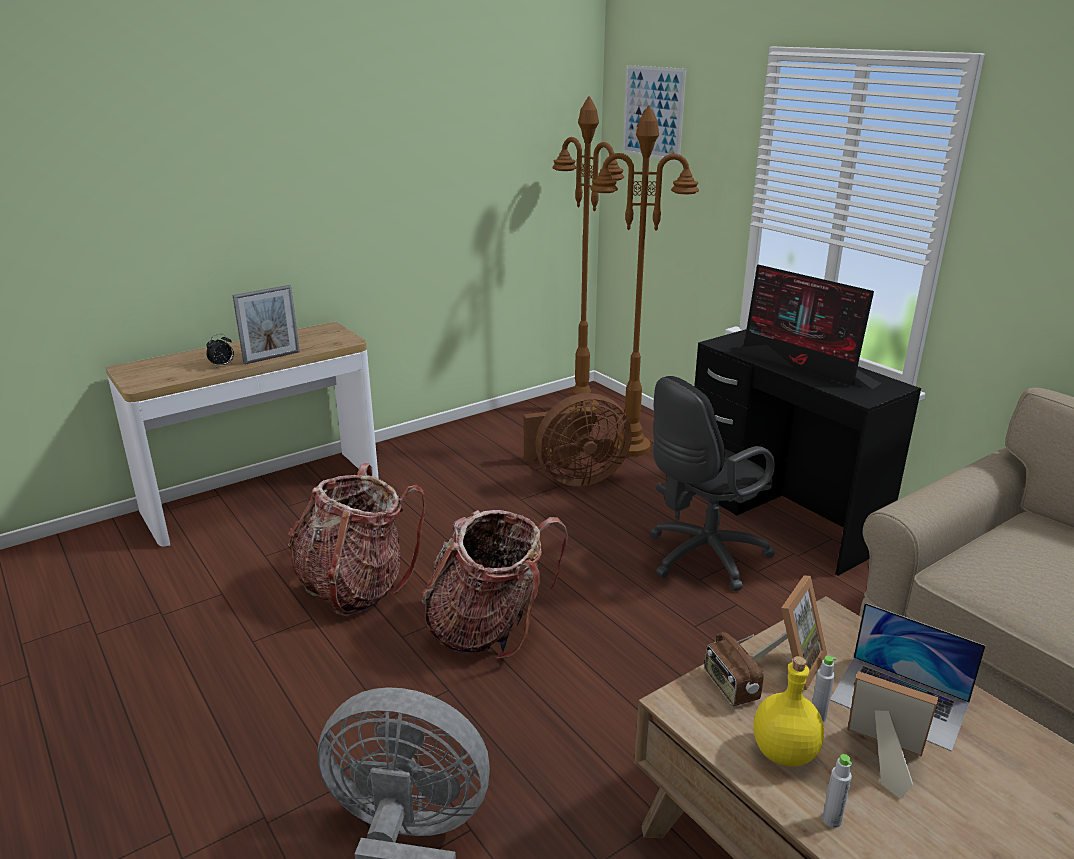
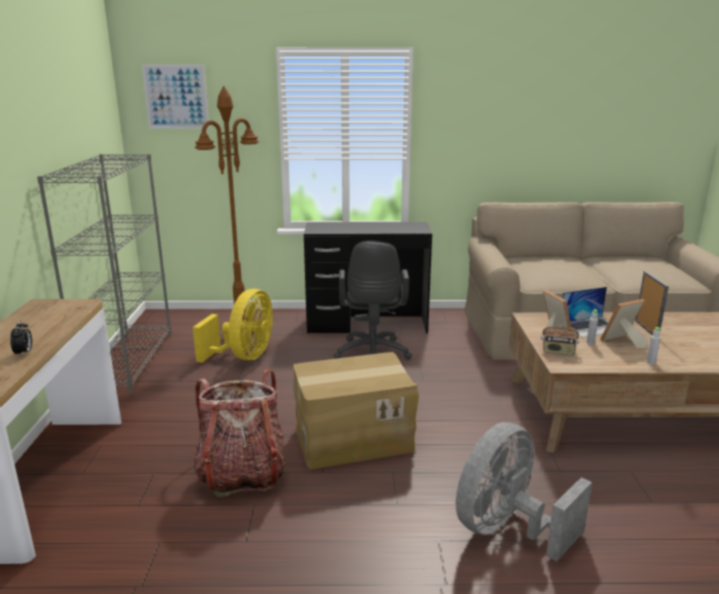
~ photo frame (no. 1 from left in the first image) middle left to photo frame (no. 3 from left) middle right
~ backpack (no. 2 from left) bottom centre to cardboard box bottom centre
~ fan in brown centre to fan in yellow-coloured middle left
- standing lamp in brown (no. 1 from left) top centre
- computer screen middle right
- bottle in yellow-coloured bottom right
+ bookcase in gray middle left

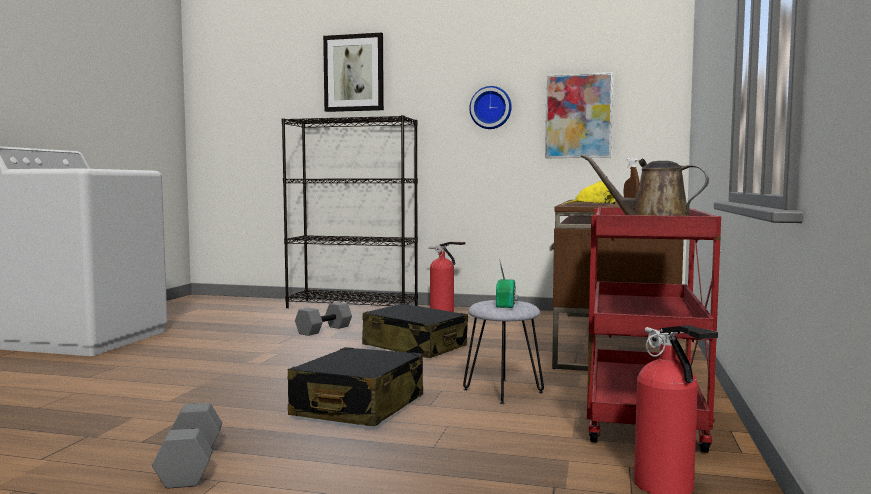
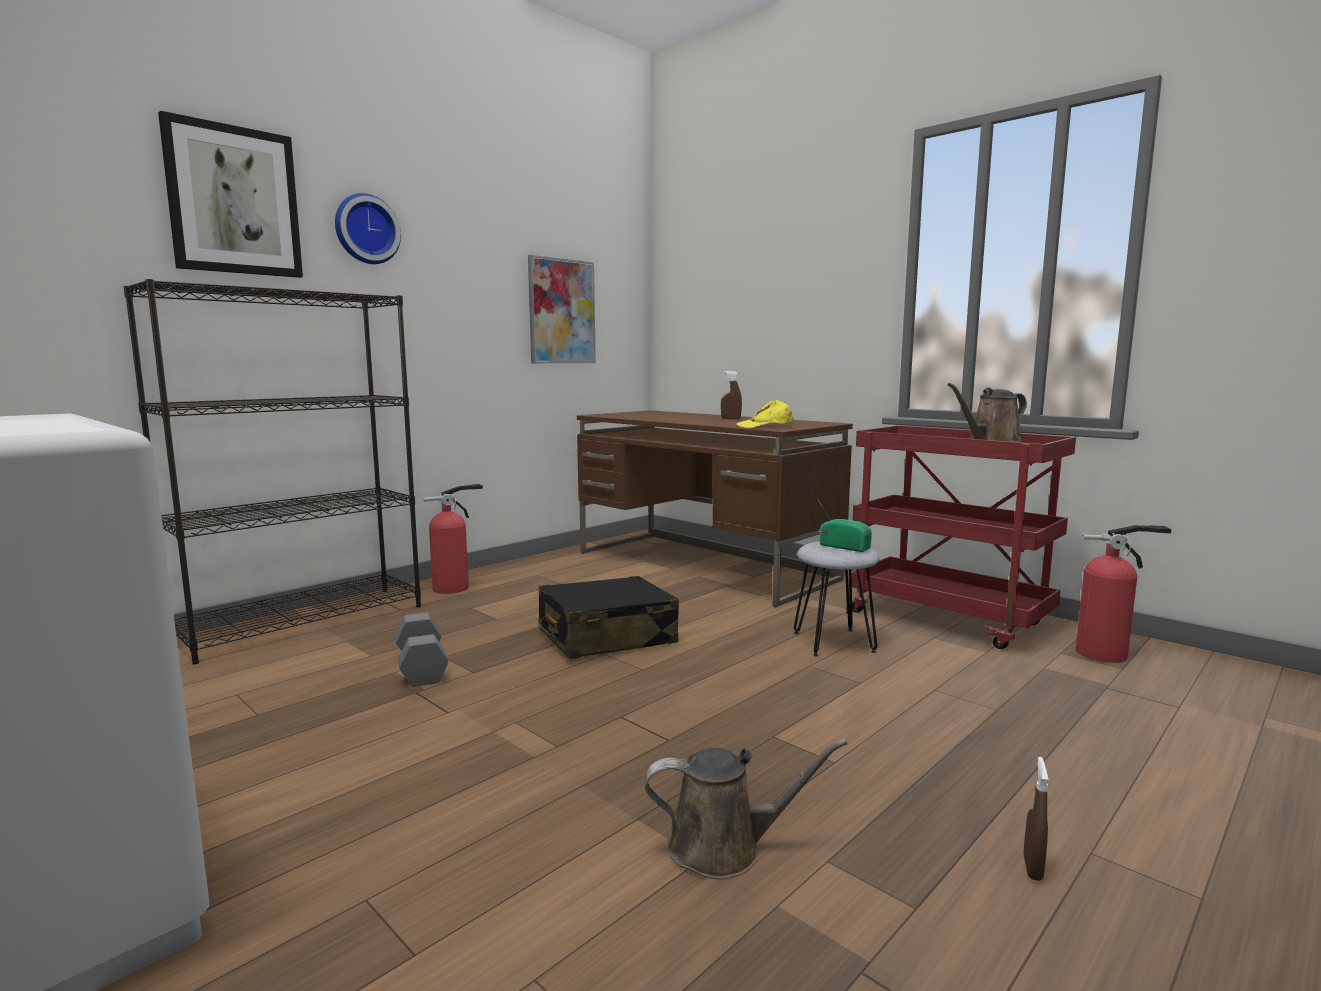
~ hand weight in gray (no. 1 from left) bottom left to sprayer in brown (no. 2 from left) bottom right
- piece of luggage in black (no. 1 from left) bottom centre
~ wall clock top centre to top left
+ watering pot in brown (no. 1 from left) bottom centre

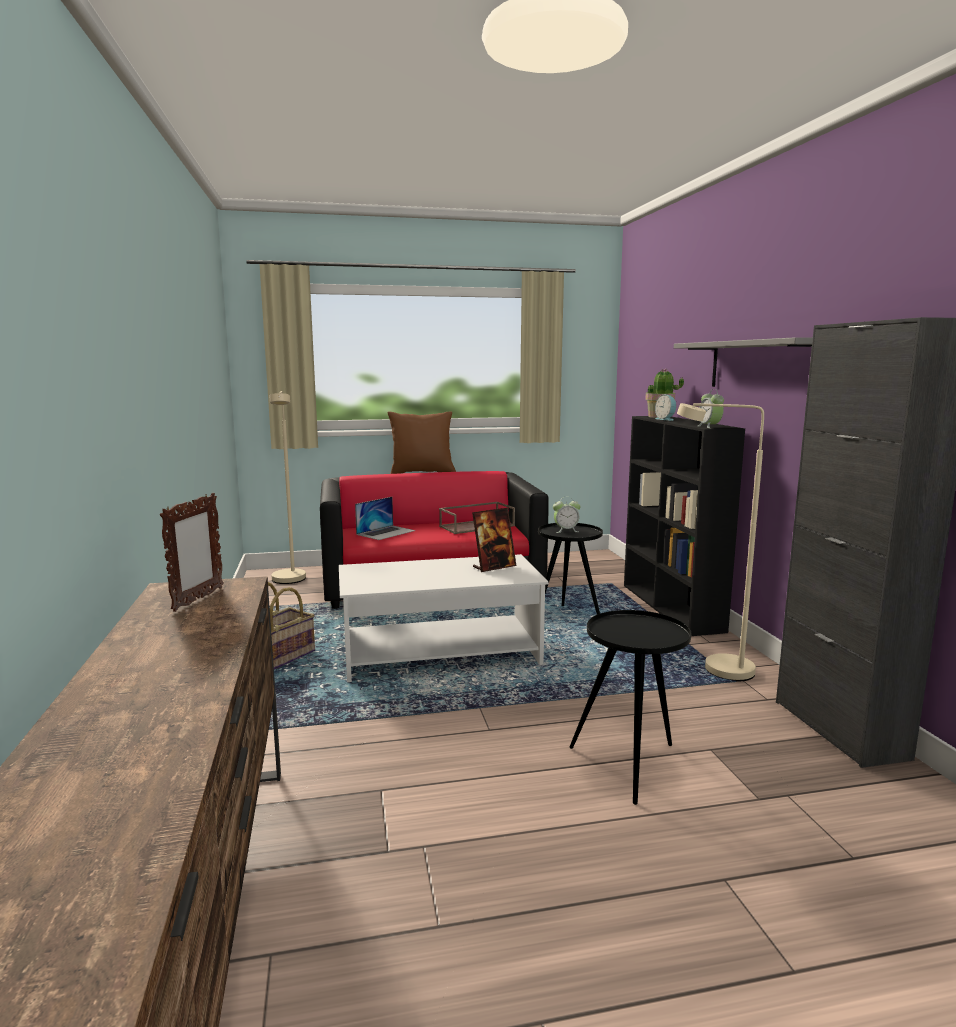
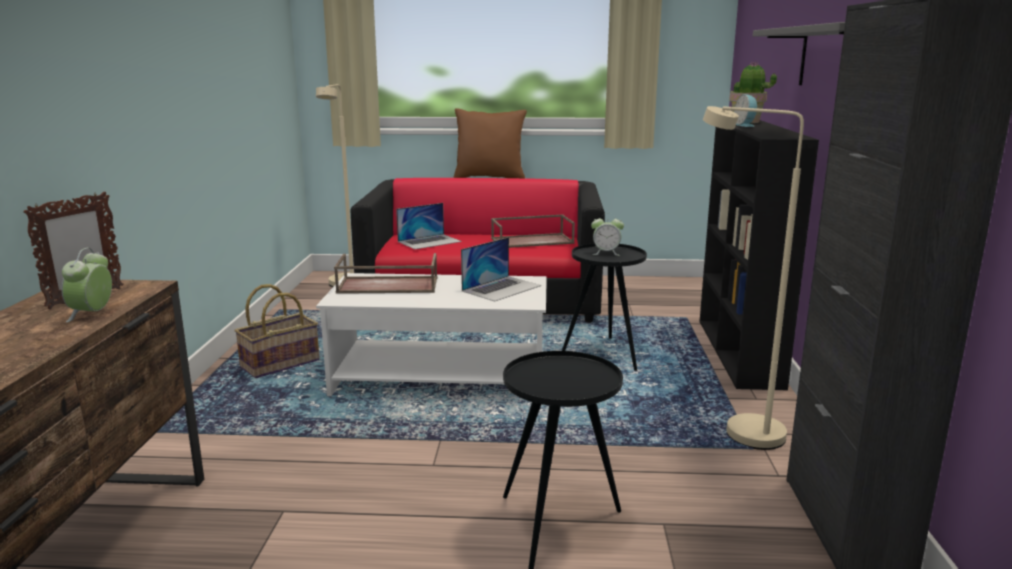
~ photo frame (no. 2 from left) centre to laptop (no. 2 from left) centre
~ table clock (no. 3 from left in the first image) middle right to table clock (no. 1 from left) middle left
+ tray in brown (no. 1 from left) centre

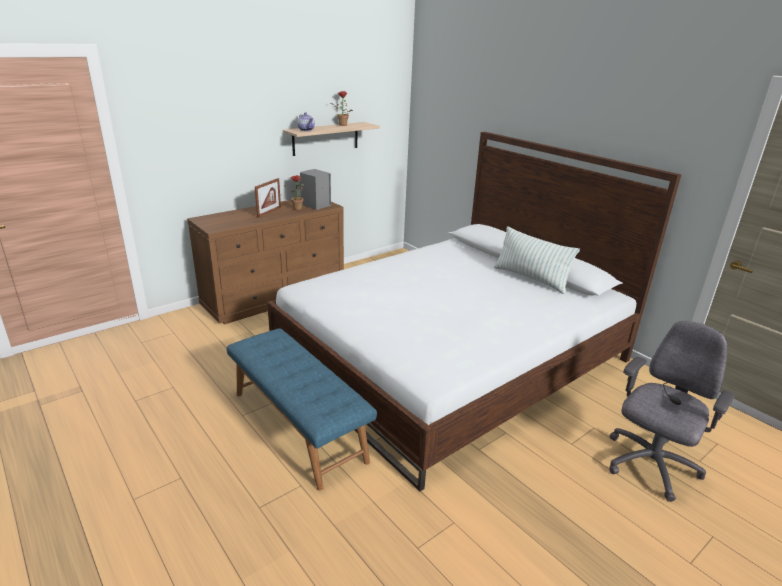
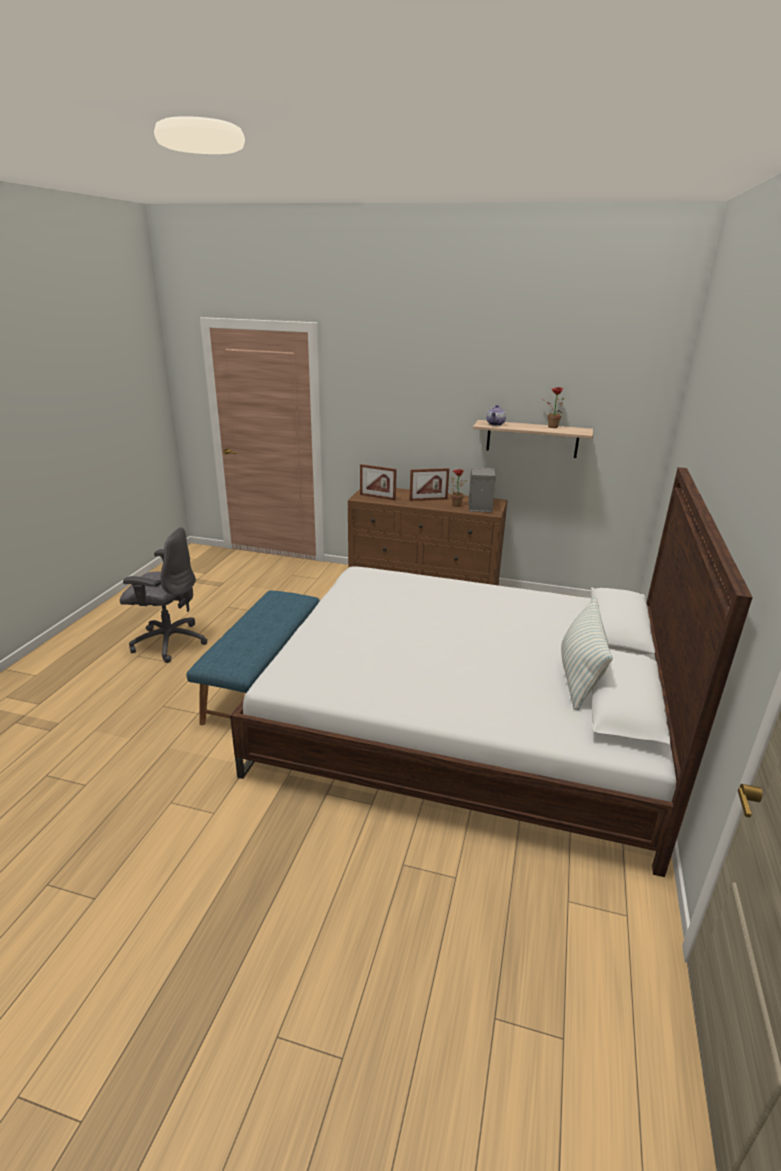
~ desk chair in gray bottom right to middle left
+ photo frame (no. 1 from left) centre

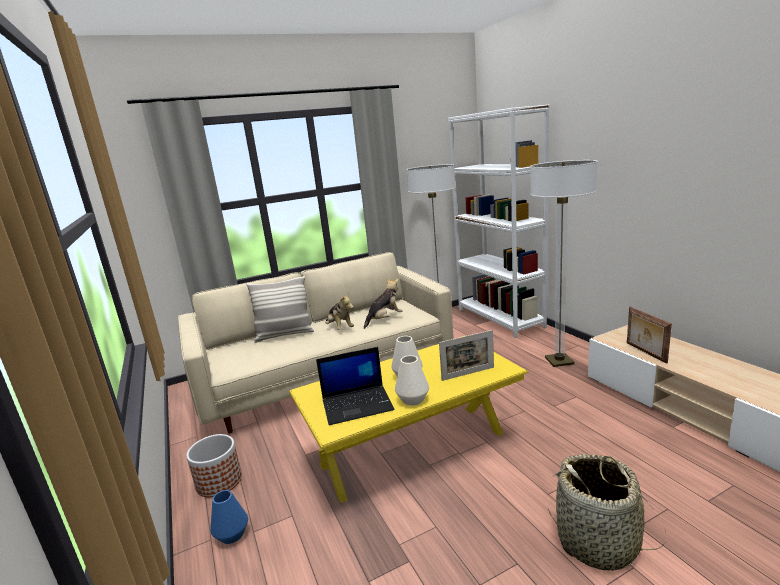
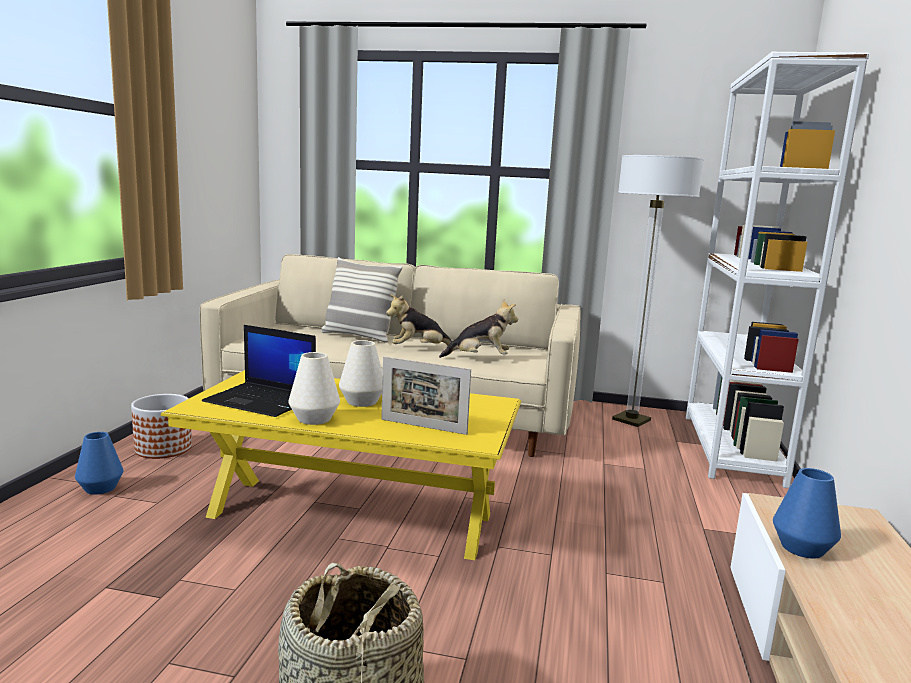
~ plush toy (no. 1 from left) centre = centre 75 degrees clockwise
- standing lamp (no. 2 from left) middle right
~ photo frame (no. 2 from left) middle right to flower vase in blue (no. 2 from left) bottom right

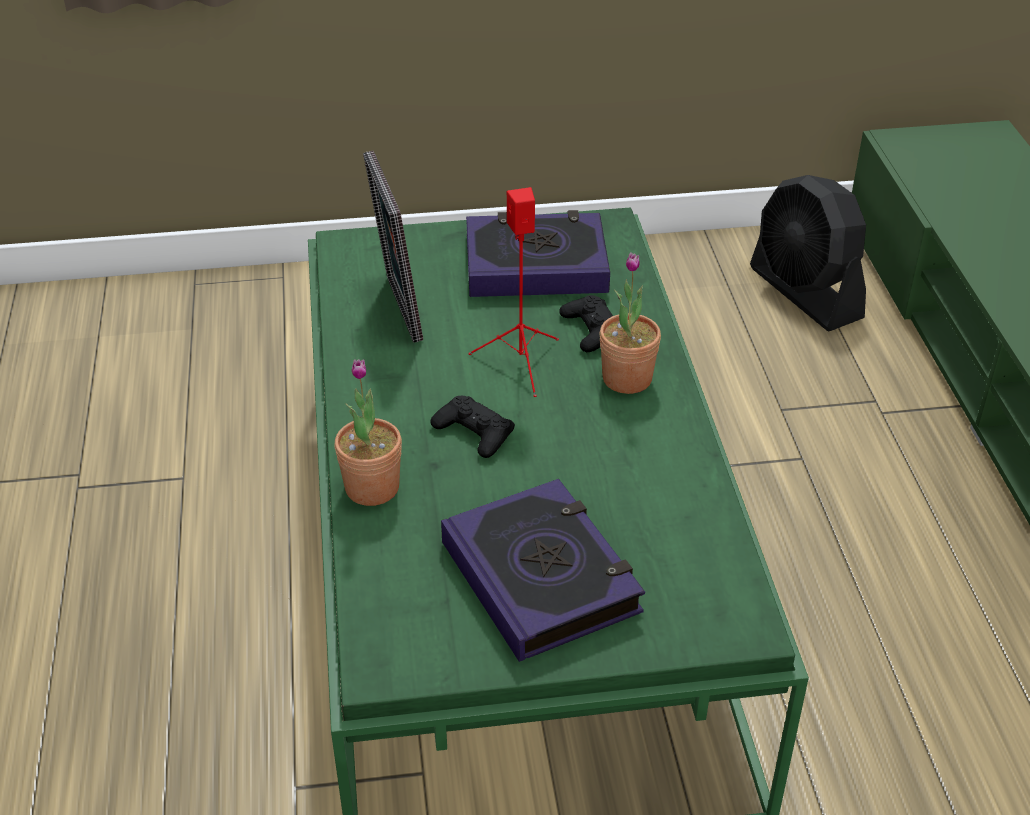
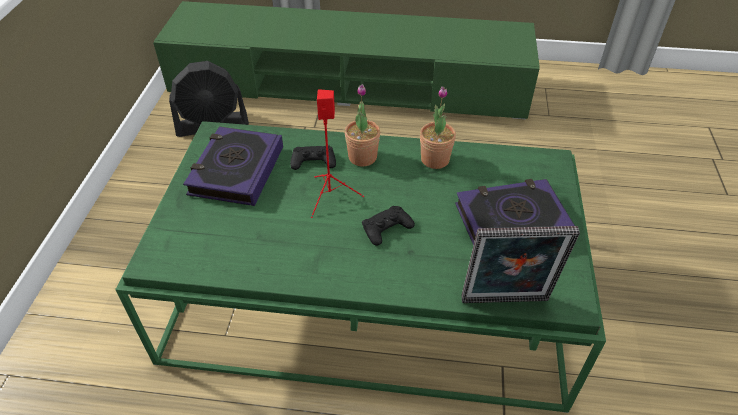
~ plant in a pot (no. 1 from left in the first image) centre to plant in a pot (no. 2 from left) top centre
~ photo frame top centre to middle right

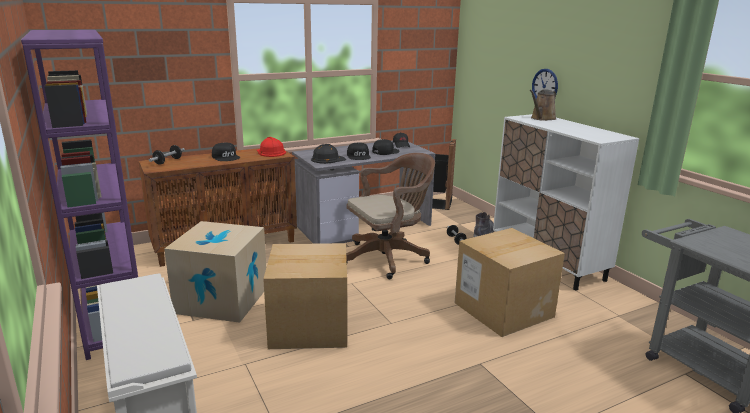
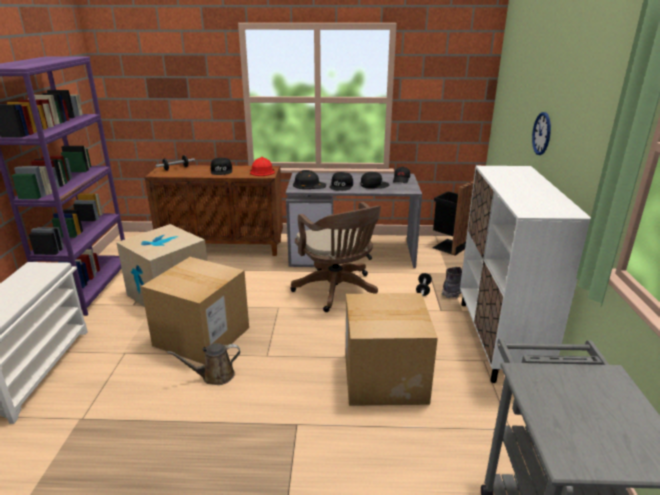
~ desk chair in brown centre = centre 60 degrees clockwise
~ watering pot in brown top right to bottom left

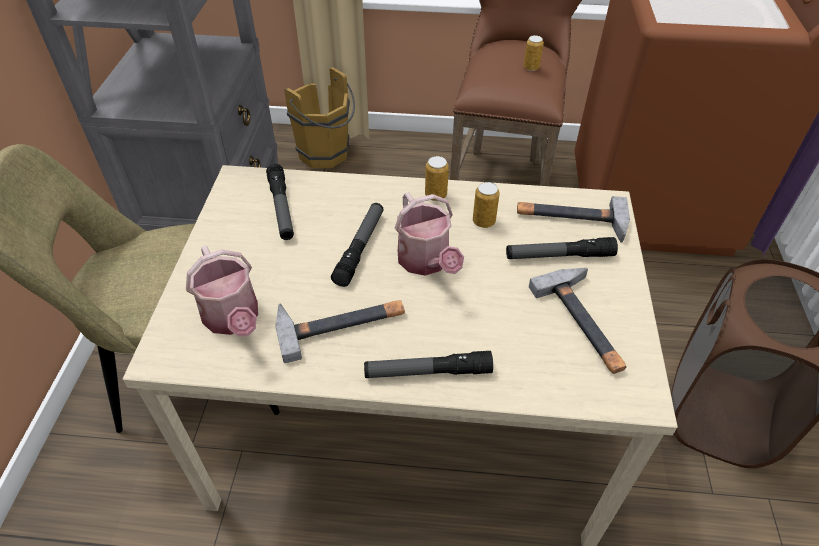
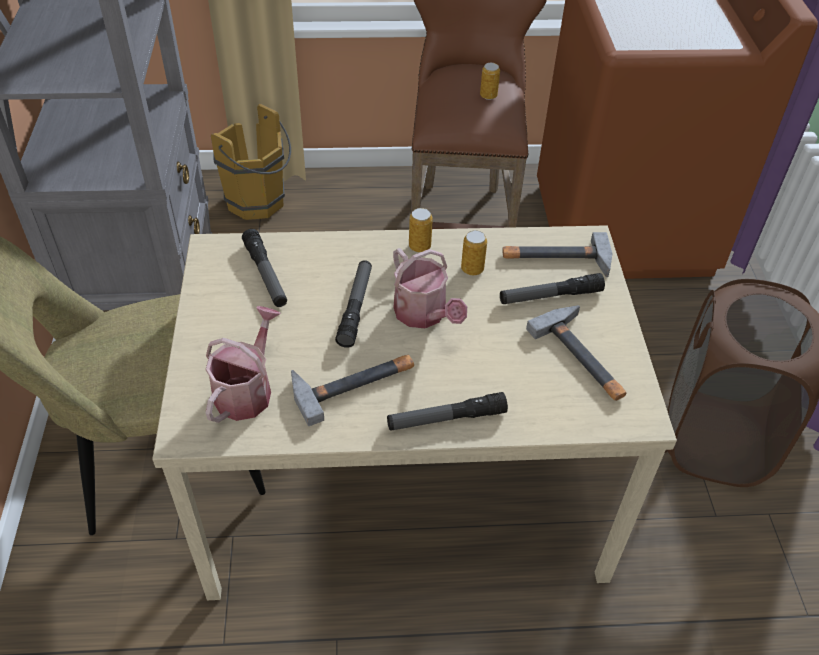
~ watering pot (no. 1 from left) middle left = middle left 120 degrees counterclockwise

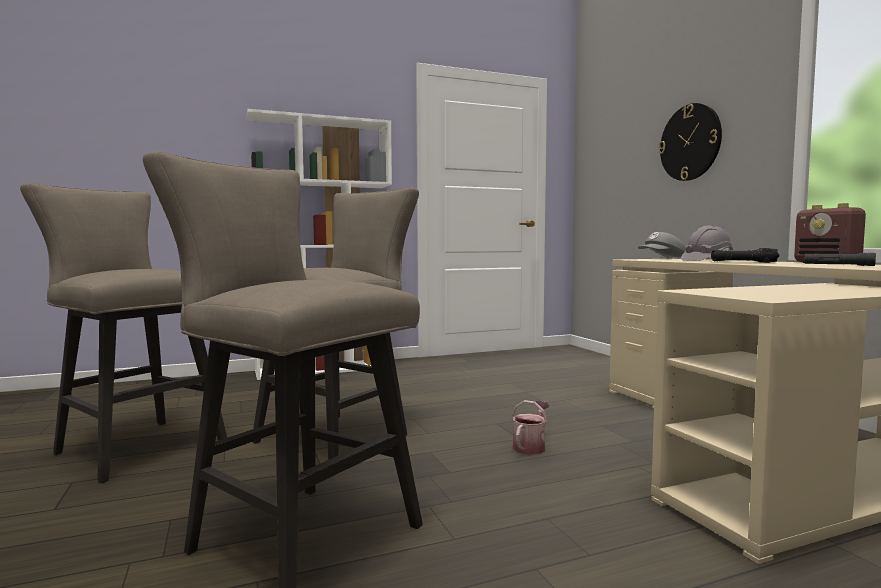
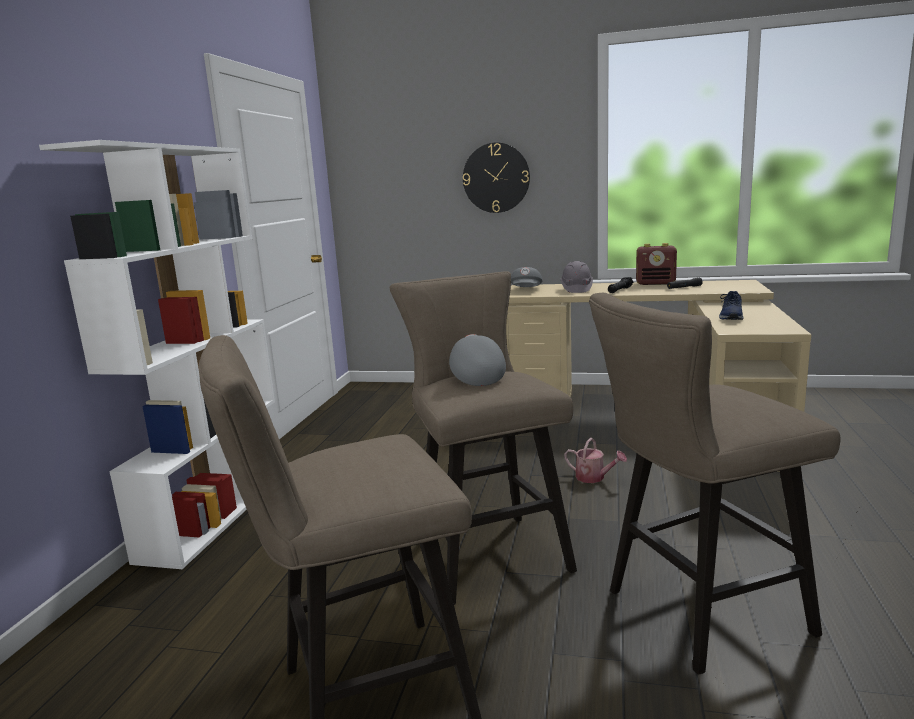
~ watering pot bottom centre = centre 150 degrees clockwise
+ baseball cap in gray (no. 1 from left) centre
+ shoe in blue middle right

